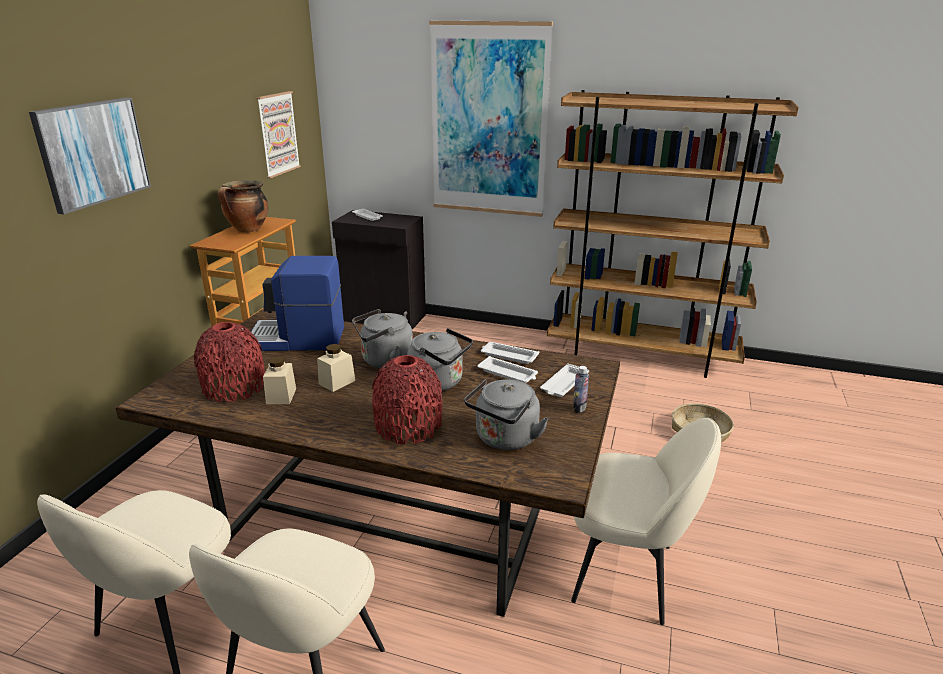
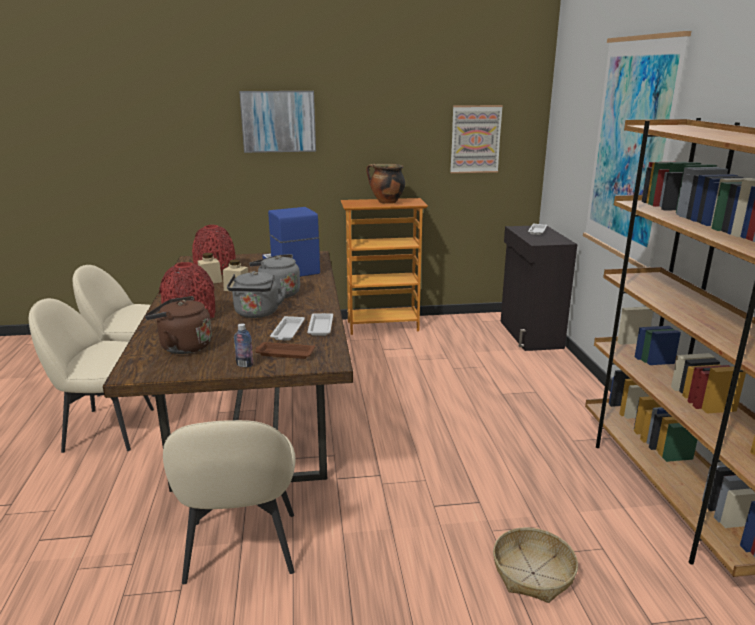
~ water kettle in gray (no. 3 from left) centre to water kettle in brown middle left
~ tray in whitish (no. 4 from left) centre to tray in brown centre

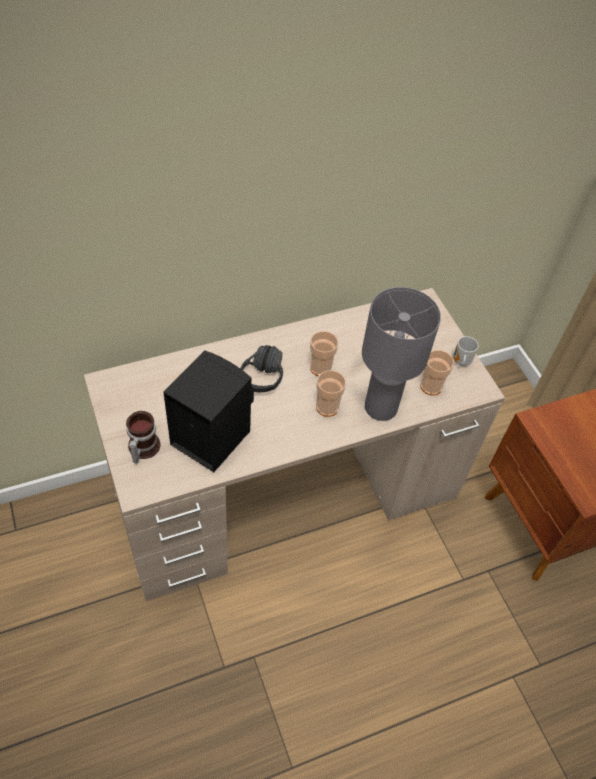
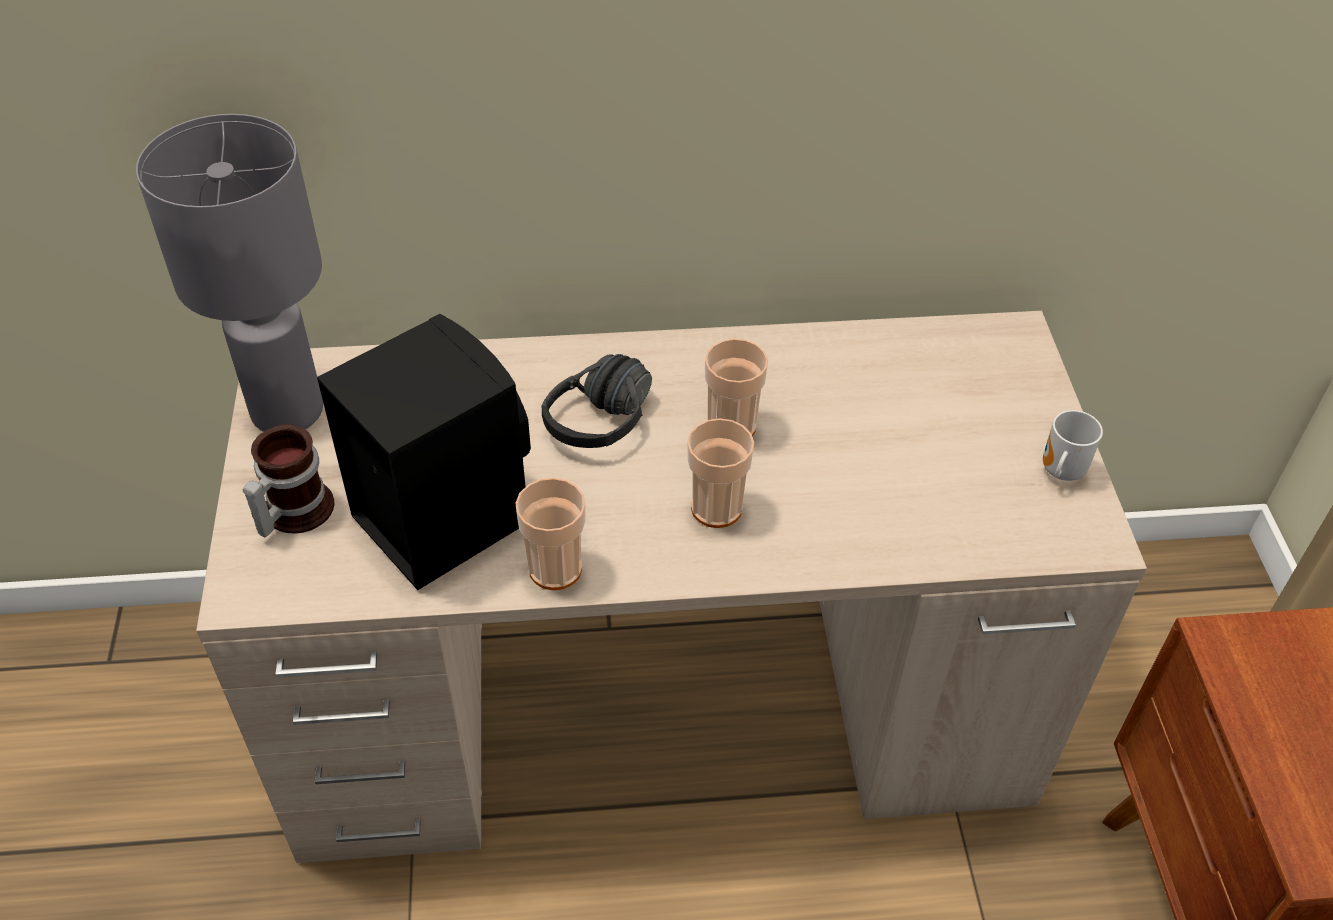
~ table lamp in gray middle right to top left
~ drinking cup (no. 3 from left in the first image) middle right to drinking cup (no. 1 from left) centre

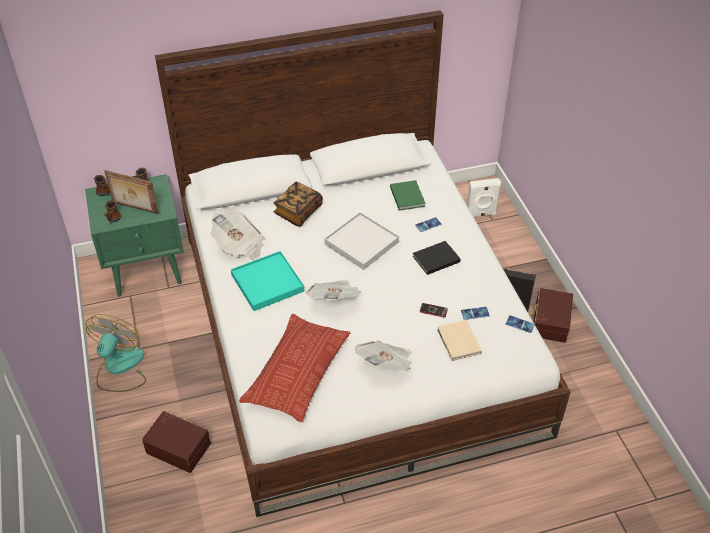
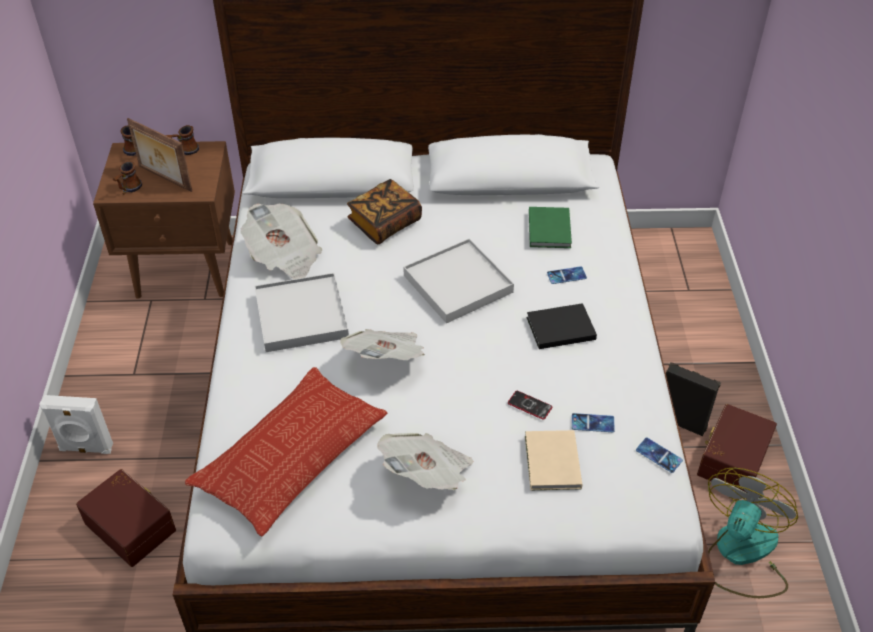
~ bedside table in green middle left to bedside table in brown middle left
~ fan middle left to bottom right
~ tray in turquoise centre to tray in whitish (no. 1 from left) centre
~ audio speaker in whitish middle right to bottom left

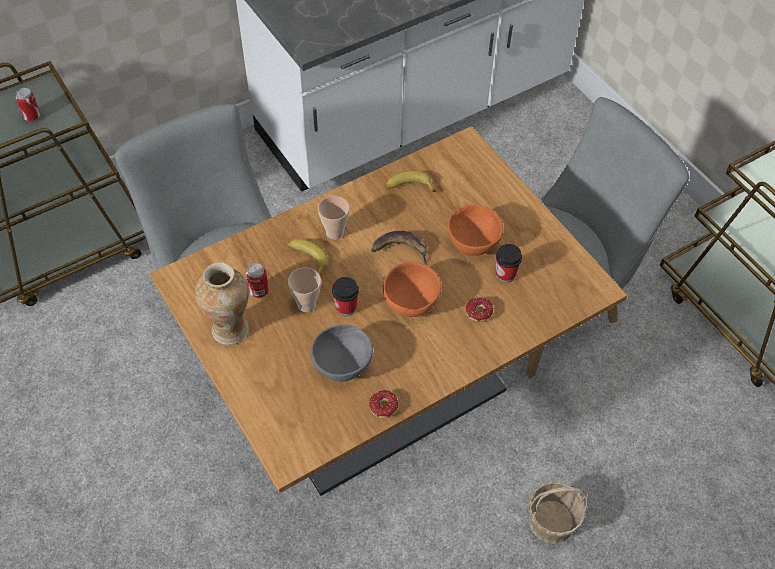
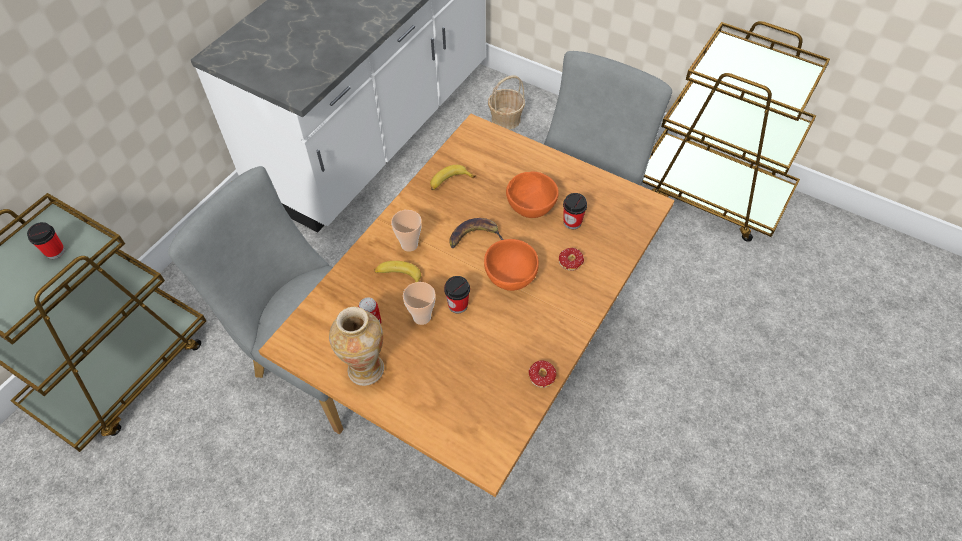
~ metal can (no. 1 from left) top left to drinking cup (no. 1 from left) middle left
- serving bowl in gray centre
~ storage basket bottom right to top centre

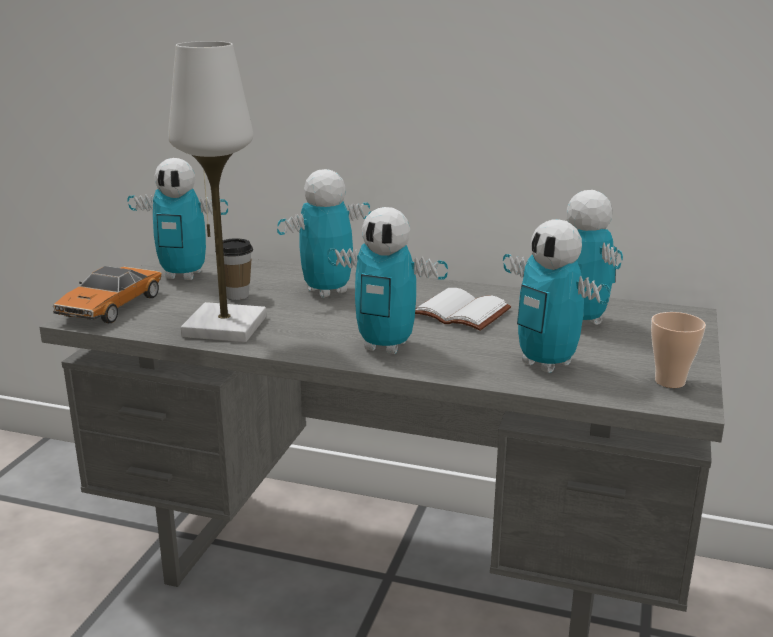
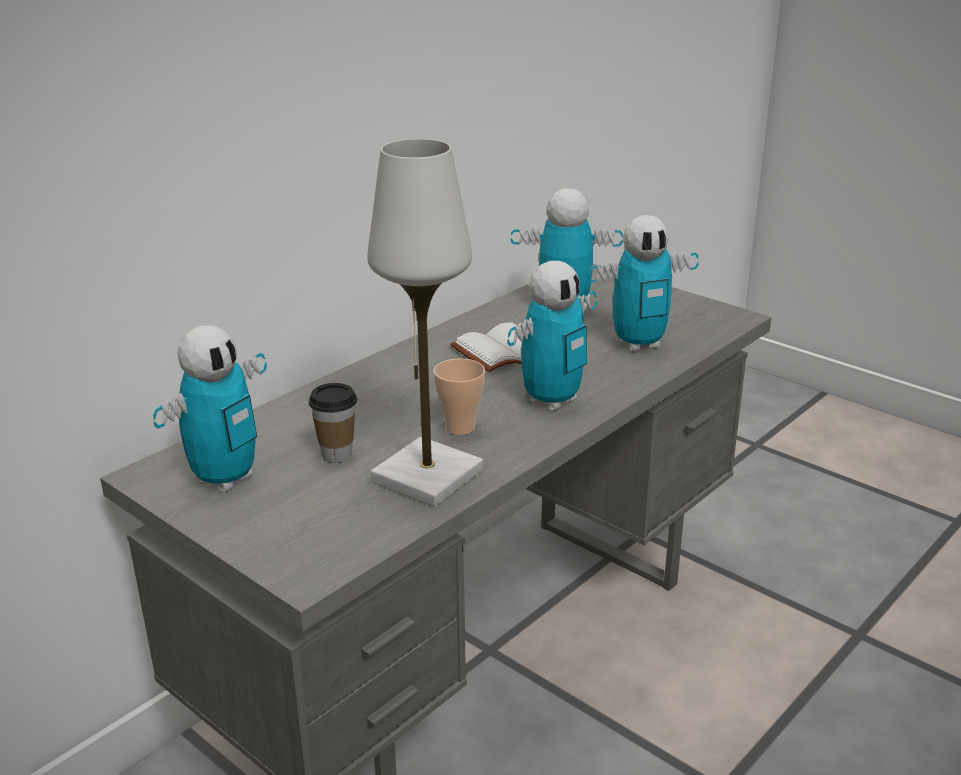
- model car middle left
- model robot (no. 2 from left) centre
~ drinking cup (no. 2 from left) middle right to centre

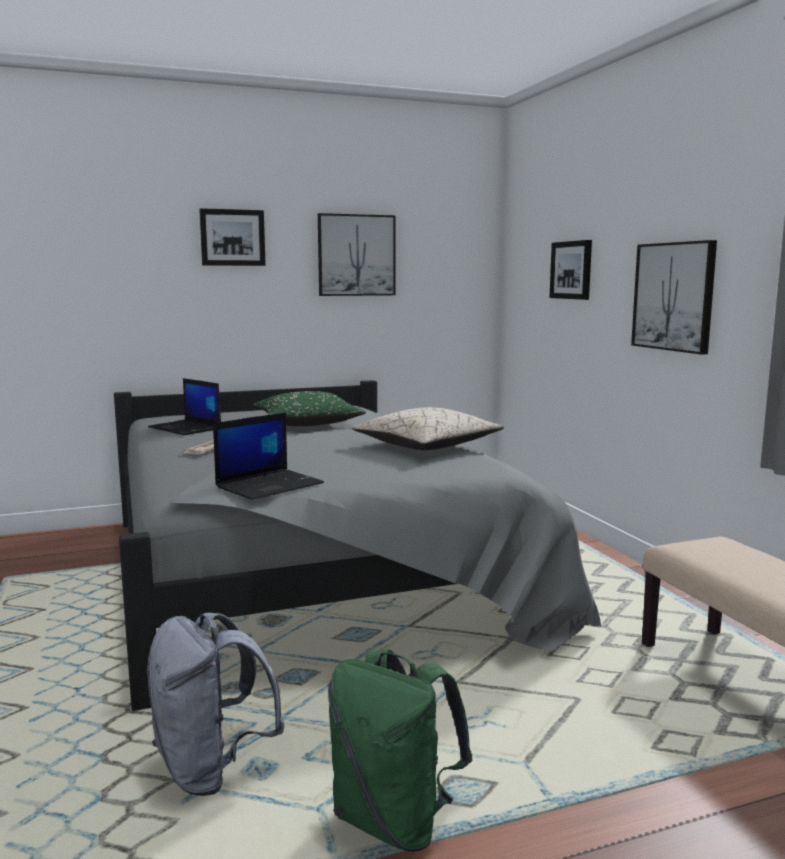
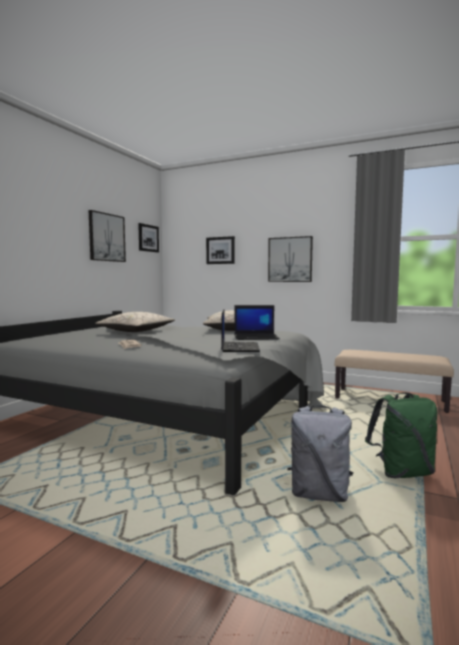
~ laptop (no. 1 from left in the first image) middle left to laptop (no. 2 from left) centre
~ picture (no. 1 from left in the first image) top left to picture (no. 2 from left) middle left
~ cushion in green centre to cushion in sand-coloured (no. 1 from left) middle left

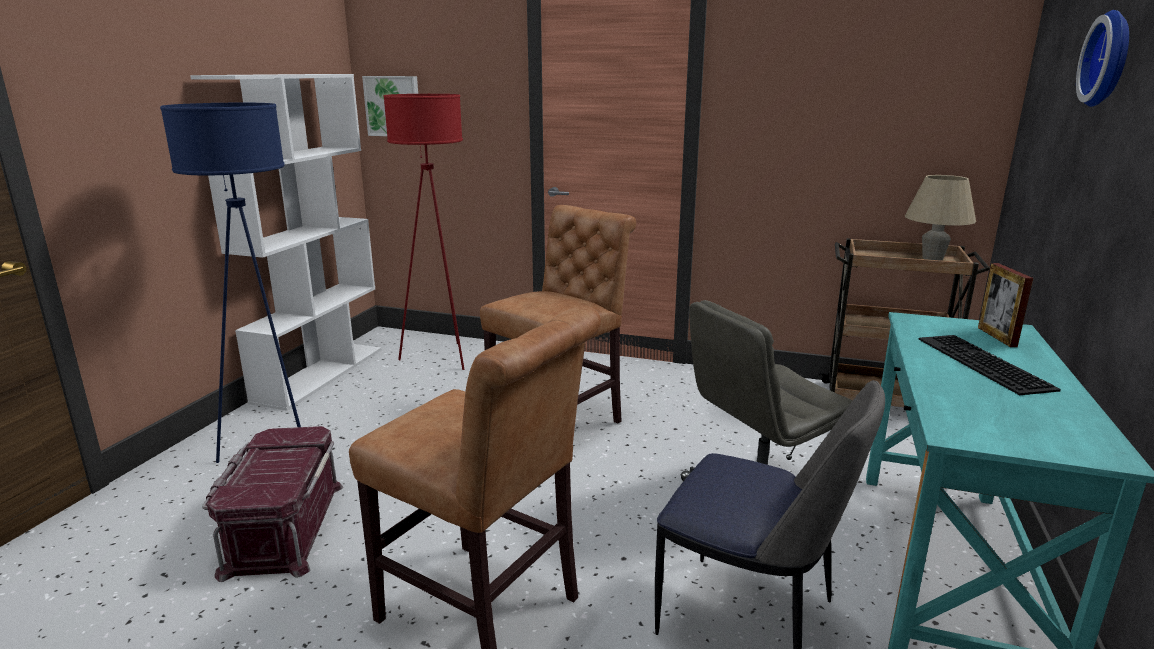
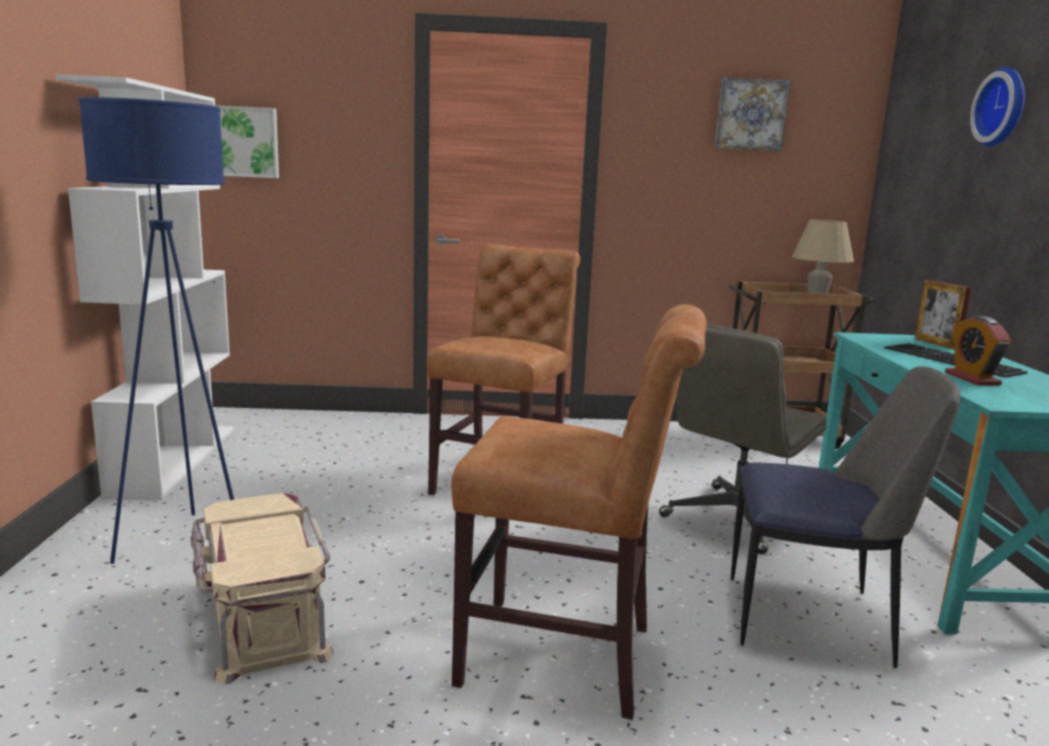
~ storage box in red-coloured bottom left to storage box in sand-coloured bottom left
- standing lamp in red-coloured centre
+ picture (no. 2 from left) top right
+ table clock middle right

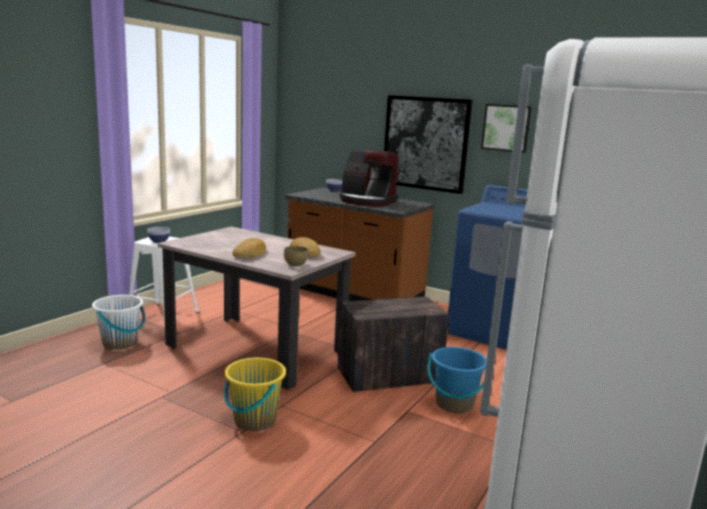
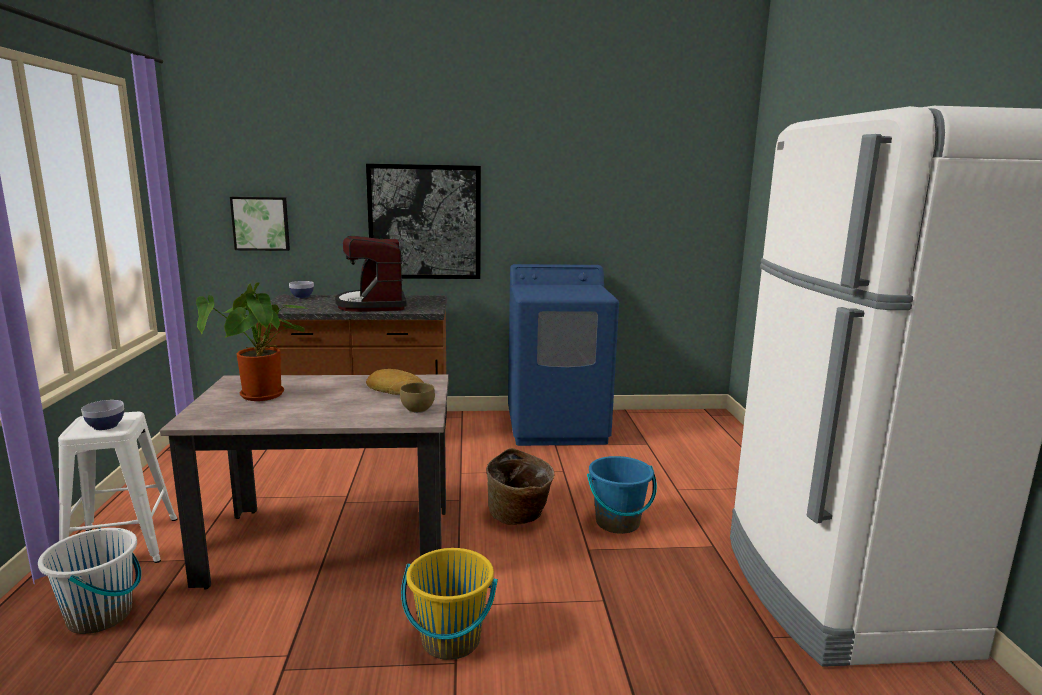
- bread (no. 1 from left) centre
~ packing crate bottom centre to storage basket bottom centre
~ coffee machine centre = centre 90 degrees clockwise
~ picture (no. 2 from left in the first image) top right to picture (no. 1 from left) top left
+ plant in a pot middle left

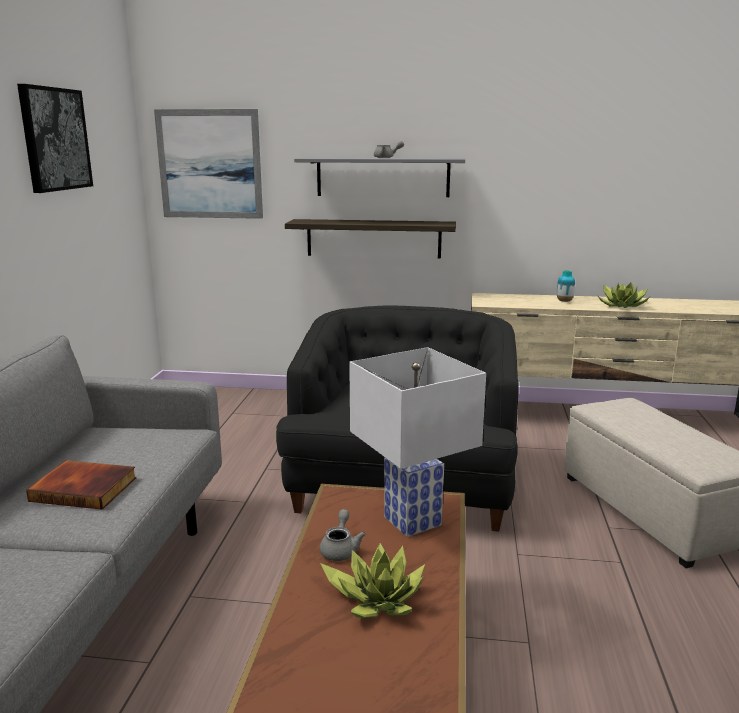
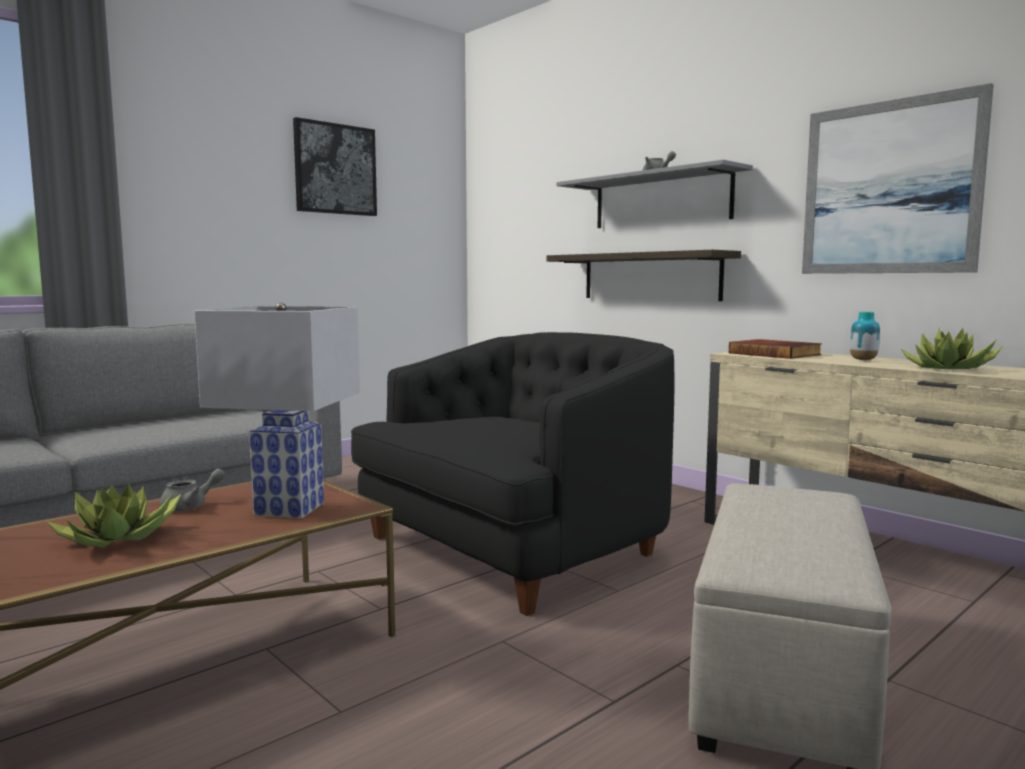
~ volume bottom left to middle right
~ picture (no. 2 from left) top left to top right

